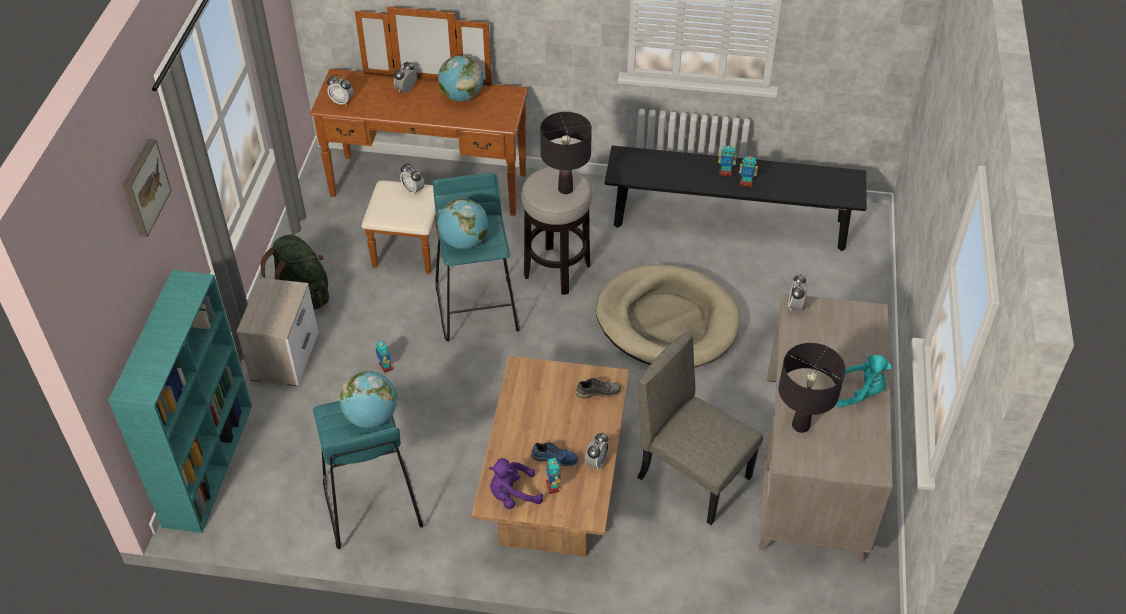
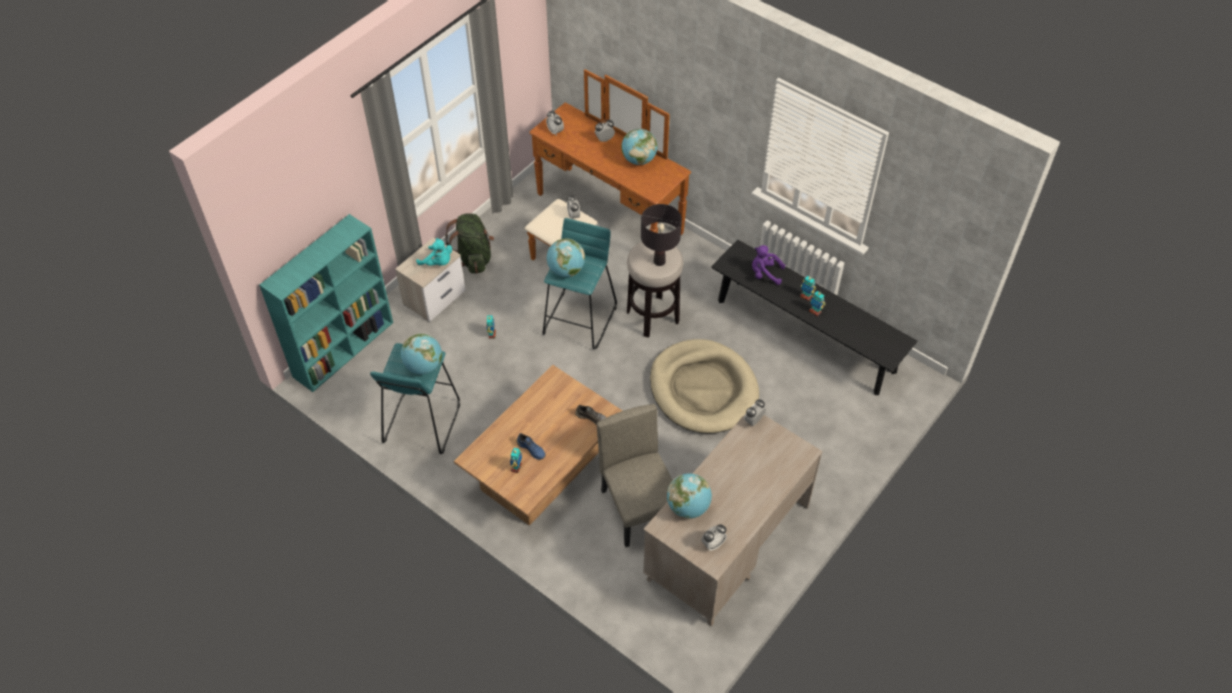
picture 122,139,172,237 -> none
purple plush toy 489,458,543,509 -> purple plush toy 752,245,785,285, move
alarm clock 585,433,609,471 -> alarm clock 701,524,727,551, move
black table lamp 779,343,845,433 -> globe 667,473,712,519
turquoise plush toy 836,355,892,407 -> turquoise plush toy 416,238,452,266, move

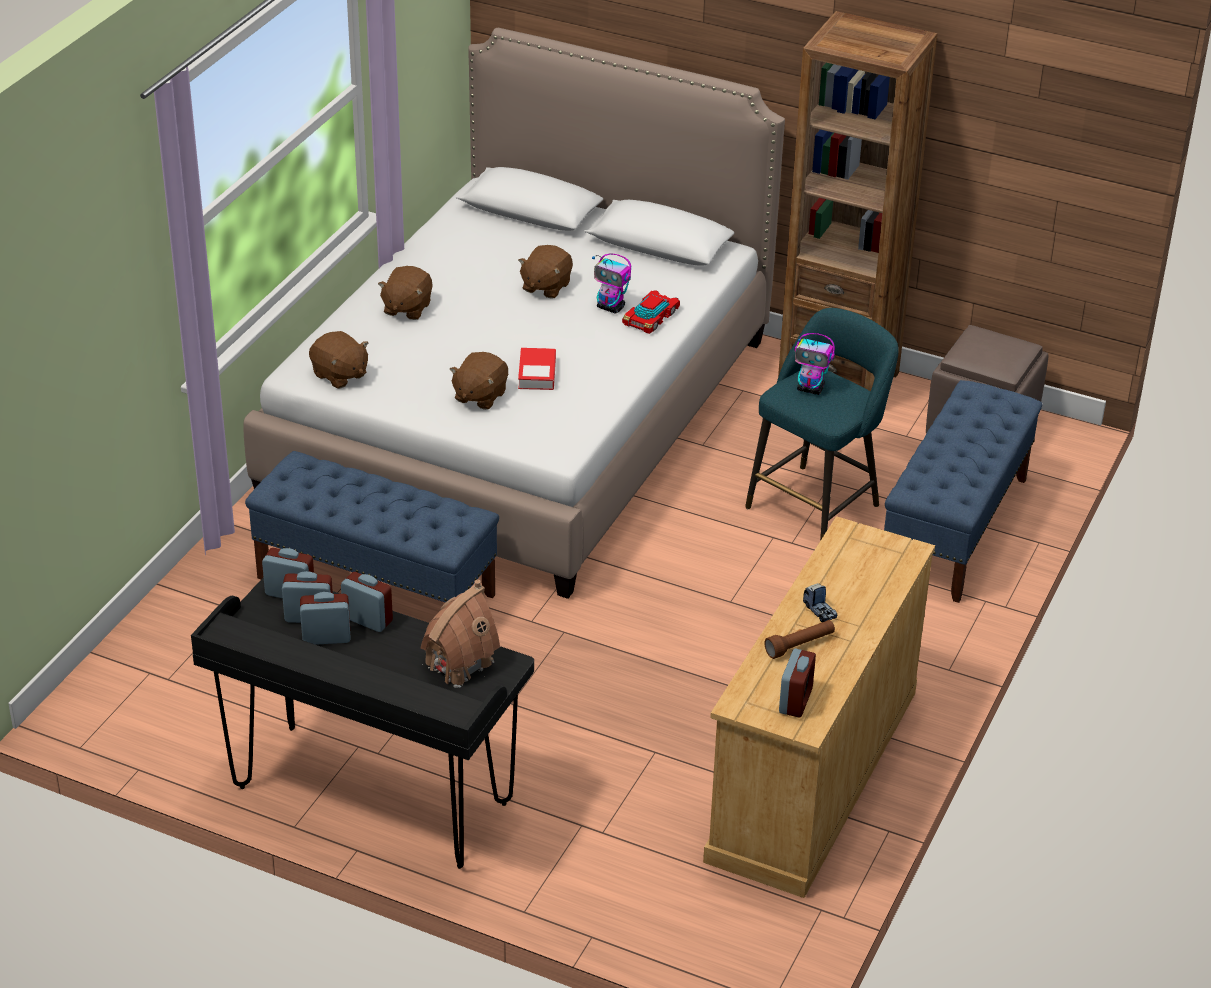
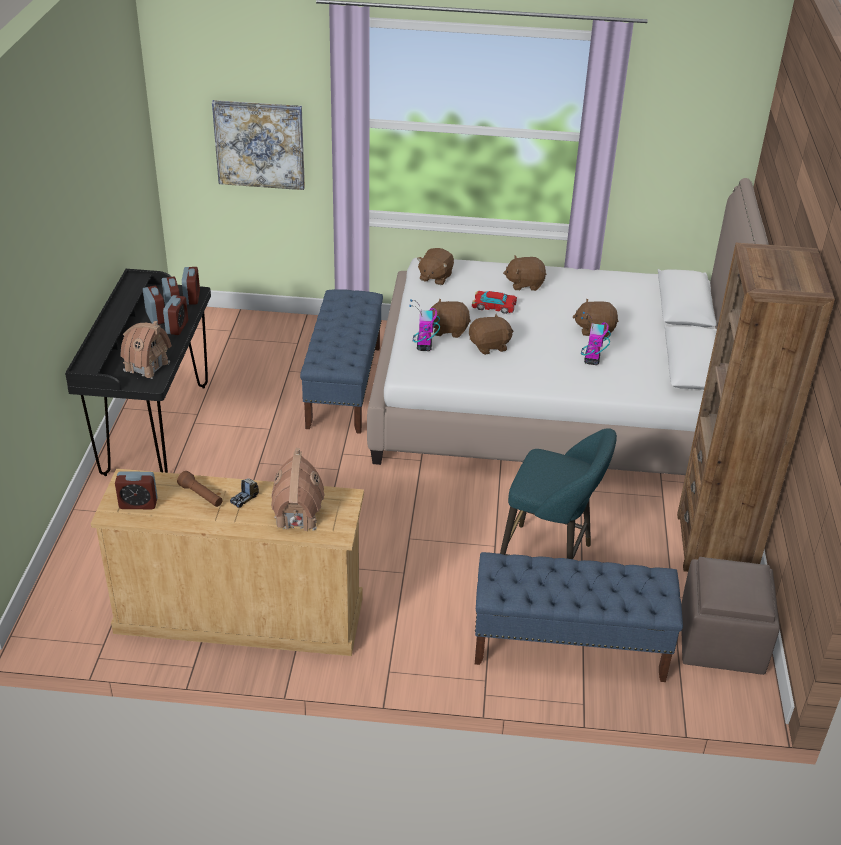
book 518,348,556,390 -> brown plush toy 469,314,514,355
toy car 622,290,680,334 -> toy car 472,291,517,314, move
toy robot 795,333,835,395 -> toy robot 409,299,440,351, move
none -> picture 212,100,305,190
none -> toy house 271,448,325,531

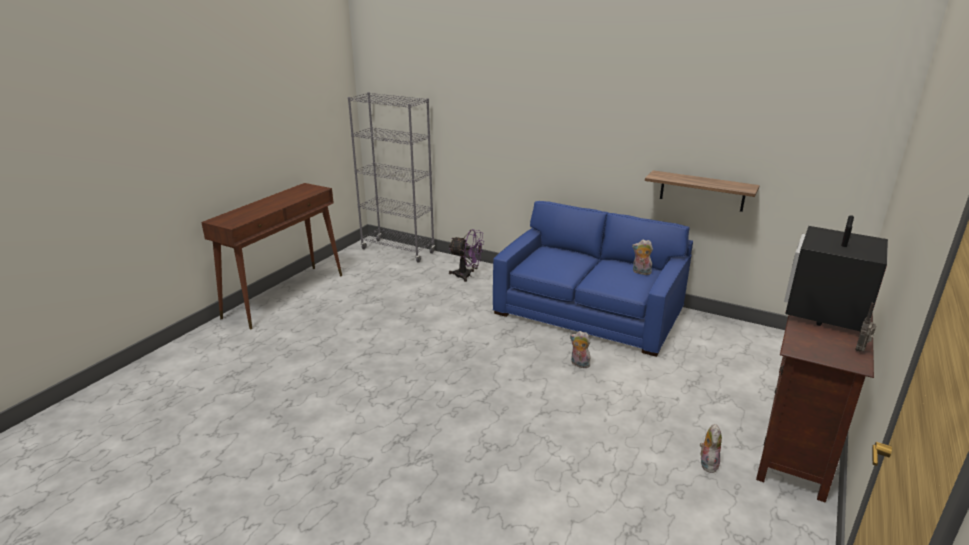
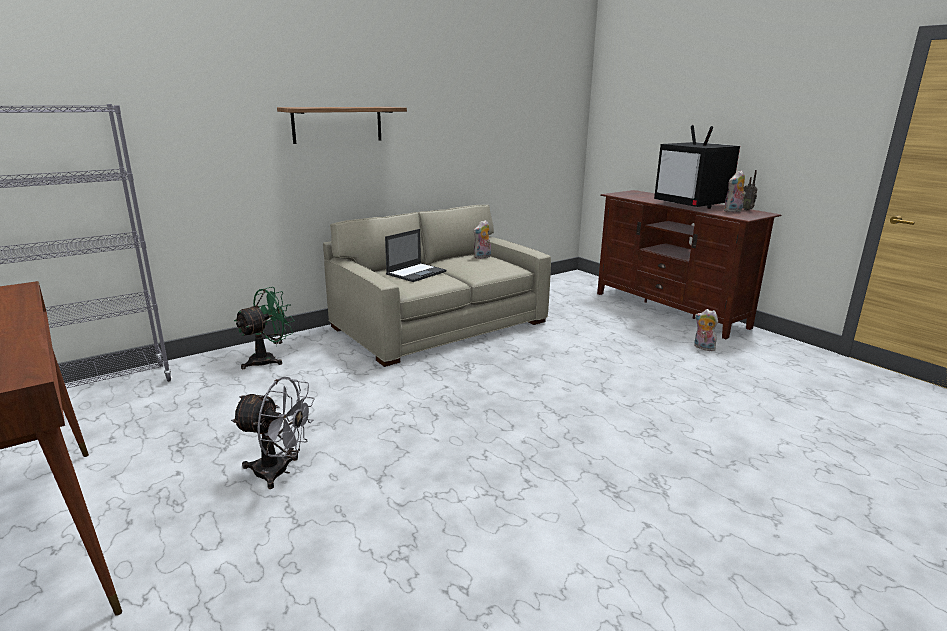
purple fan 449,229,484,282 -> green fan 234,287,295,369
blue sofa 492,201,693,357 -> beige sofa 323,205,551,367
plush toy 570,331,591,368 -> plush toy 723,170,746,212, move
shelf 645,170,760,212 -> shelf 277,107,407,144, move
none -> grey fan 231,377,314,489
none -> laptop 385,229,446,282

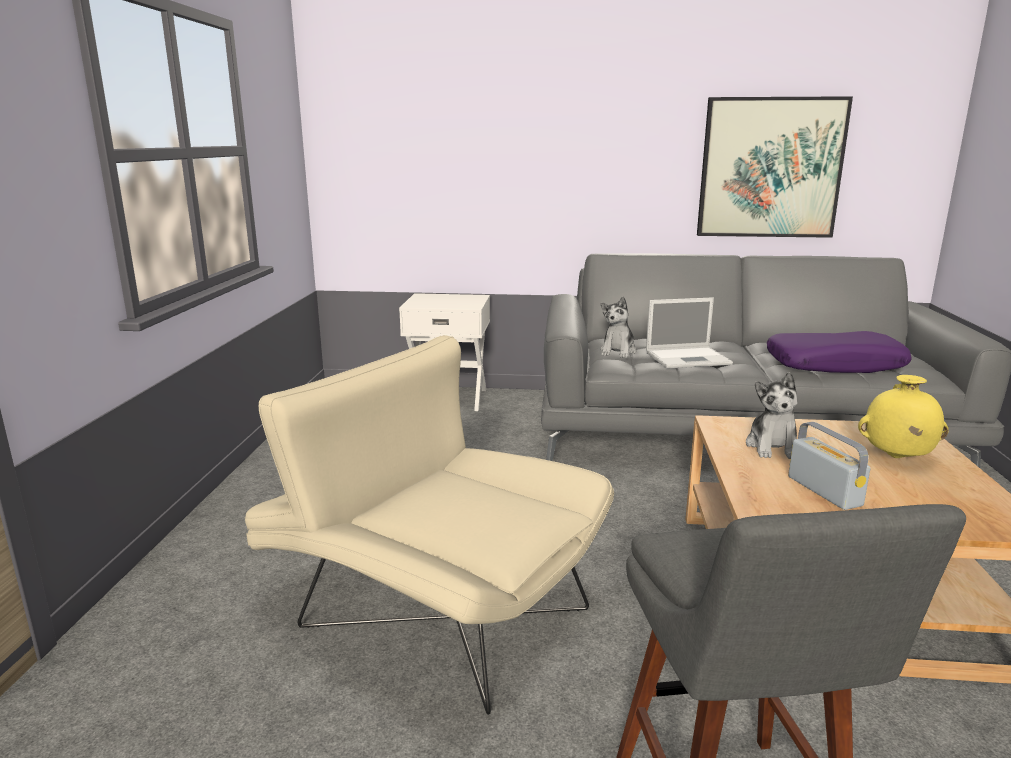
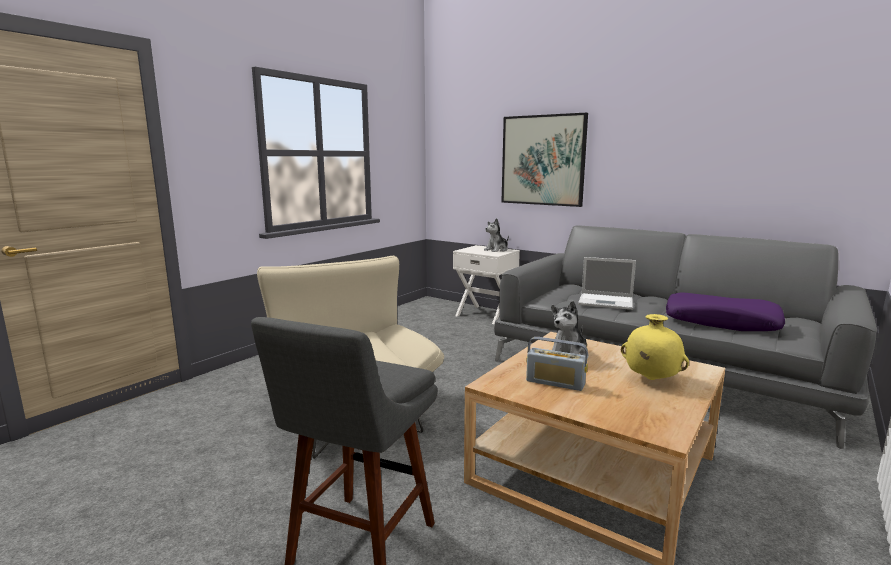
plush toy 601,296,637,358 -> plush toy 484,218,509,252, move
picture 697,96,853,238 -> picture 501,113,588,207, move
radio 788,422,870,510 -> radio 526,337,588,391, 105 degrees clockwise

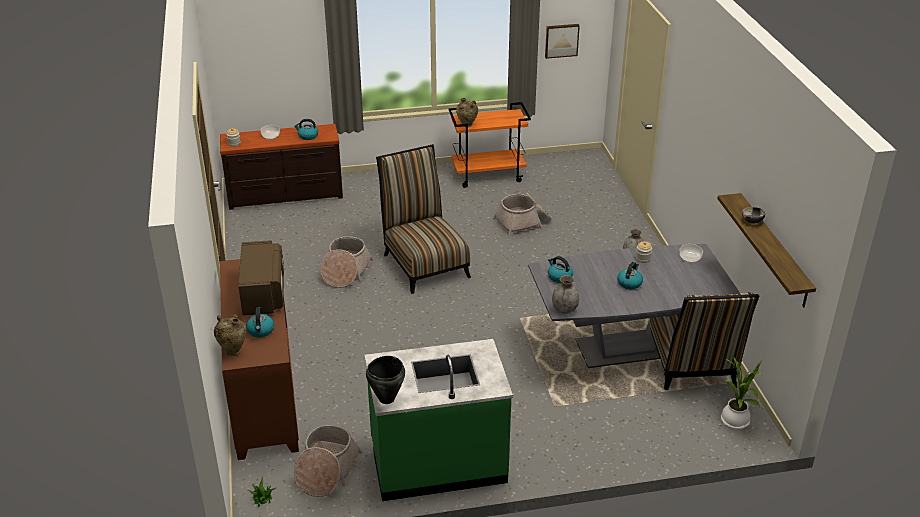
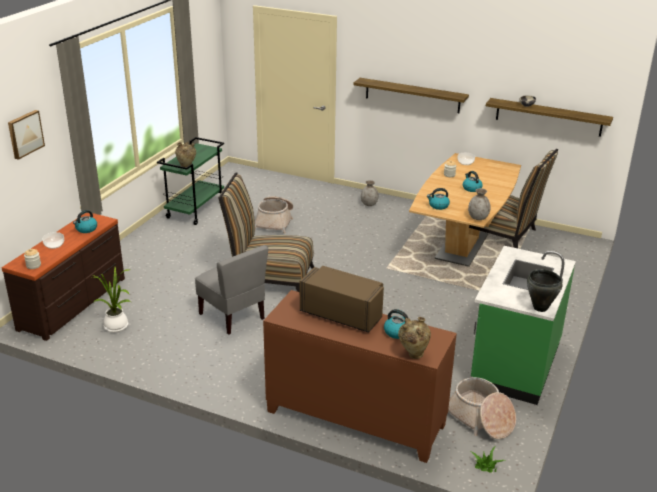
basket 321,236,374,288 -> grey chair 195,245,268,335
orange cart 449,102,531,188 -> green cart 157,137,224,225
grey dining table 528,244,740,368 -> brown dining table 409,153,521,267
picture 545,24,580,59 -> picture 8,110,45,160, move
potted plant 721,357,763,429 -> potted plant 93,267,131,332, move
none -> shelf 353,78,469,113

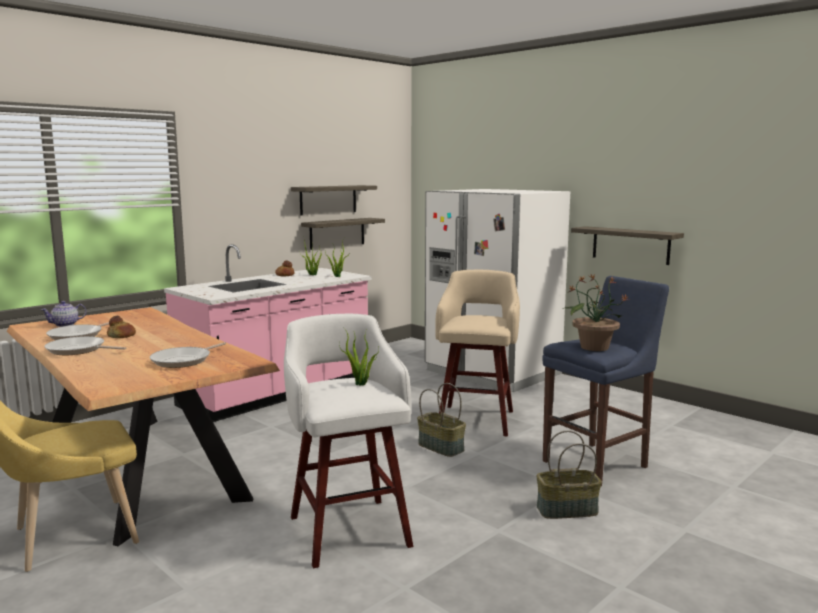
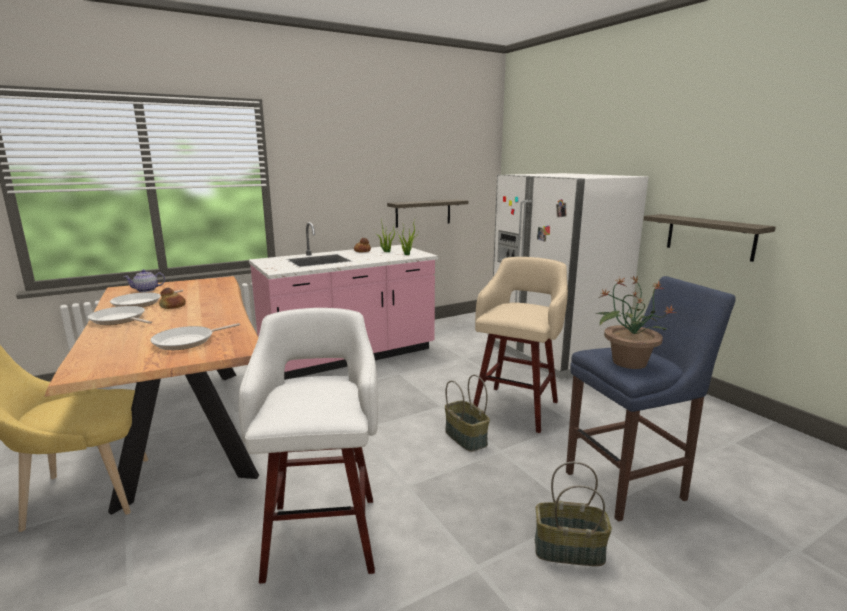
shelf 291,185,377,215 -> none
potted plant 339,327,379,386 -> none

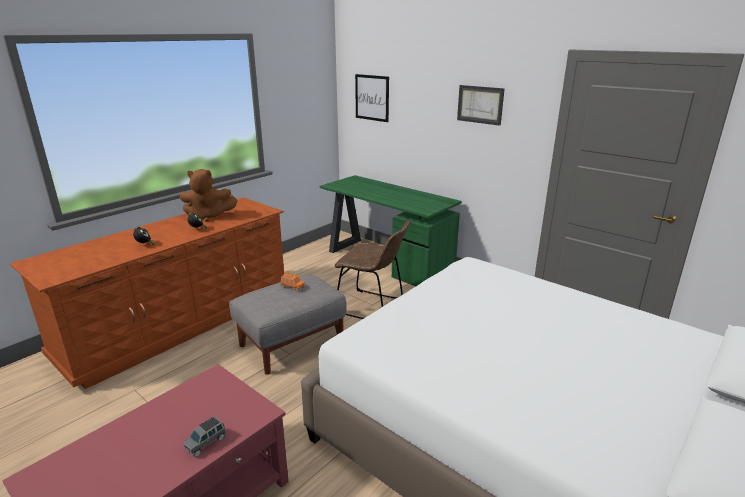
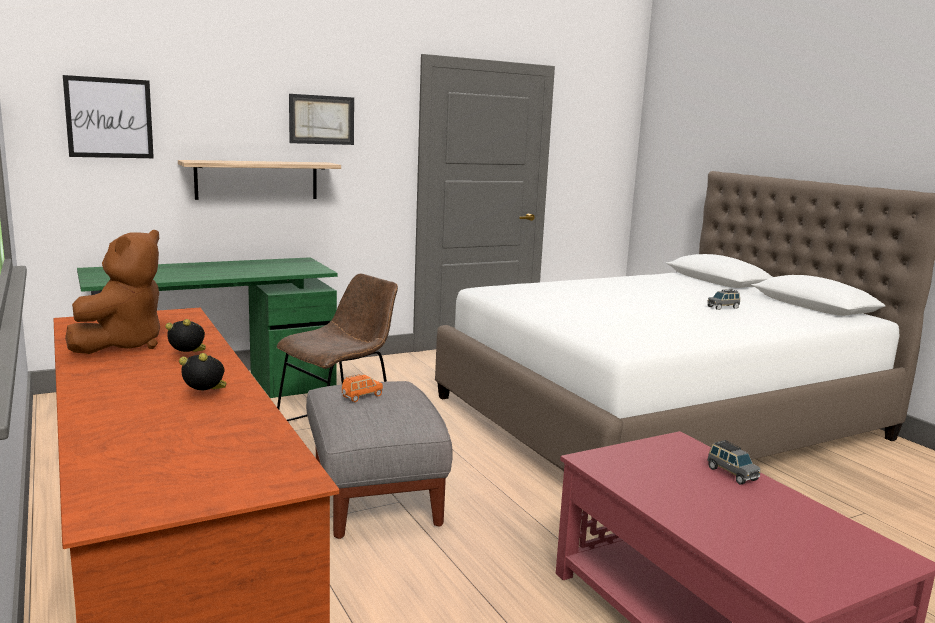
none -> shelf 178,160,341,200
none -> grey toy car 707,289,740,310

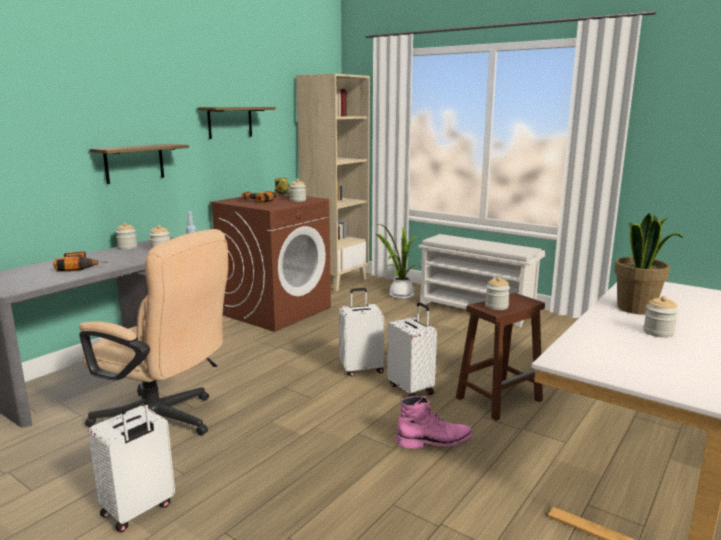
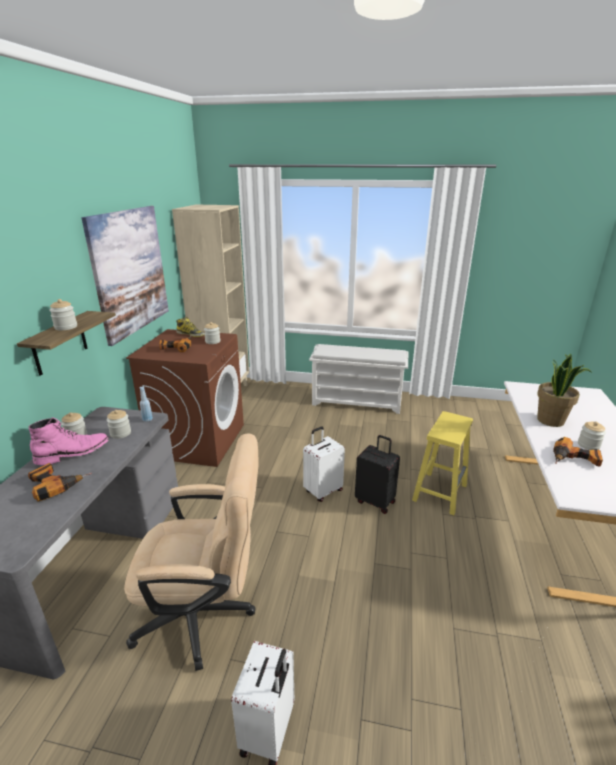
shelf 198,107,276,139 -> picture 82,206,169,346
potted plant 376,224,421,299 -> none
white suitcase 387,302,437,397 -> black suitcase 355,435,400,514
pink boot 396,396,473,448 -> pink boot 29,417,109,465, move
brown stool 456,293,545,421 -> yellow stool 412,411,473,515
jar 485,277,510,310 -> jar 49,299,77,330, move
none -> power drill 553,437,603,467

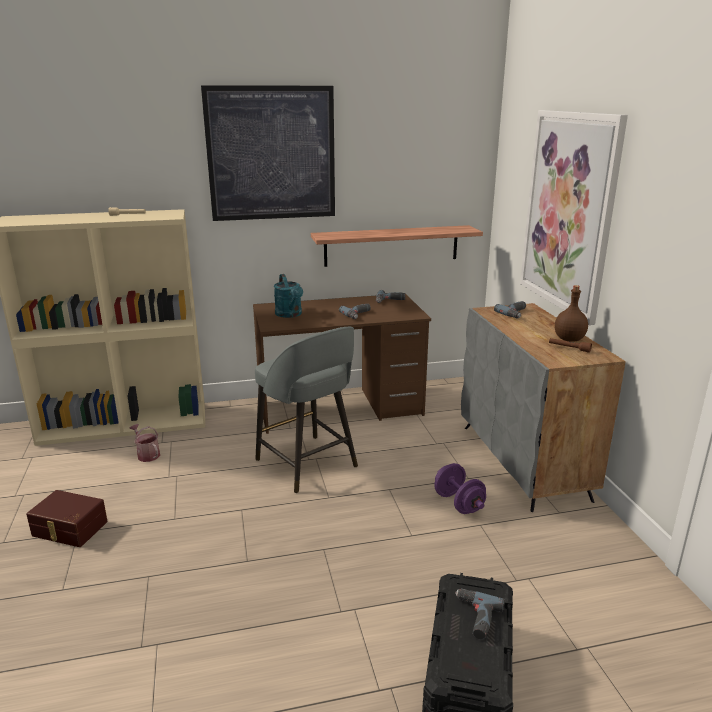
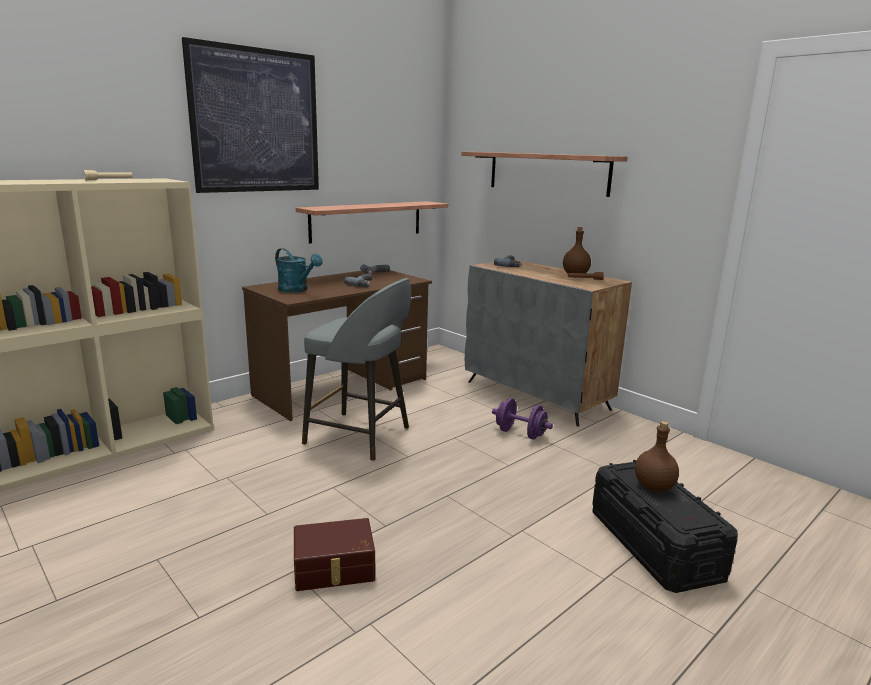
brown storage box 26,490,108,547 -> brown storage box 294,518,375,591, move
watering can 130,424,160,462 -> none
power drill 455,588,505,639 -> brown bottle 635,421,679,492
picture 520,110,628,325 -> shelf 461,152,627,197

